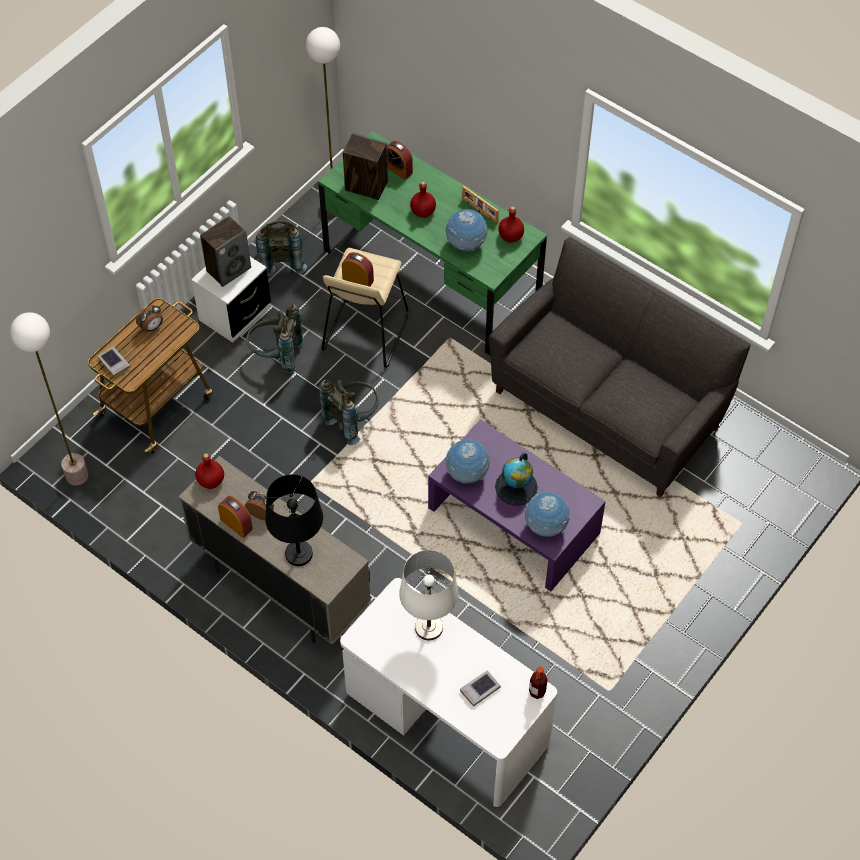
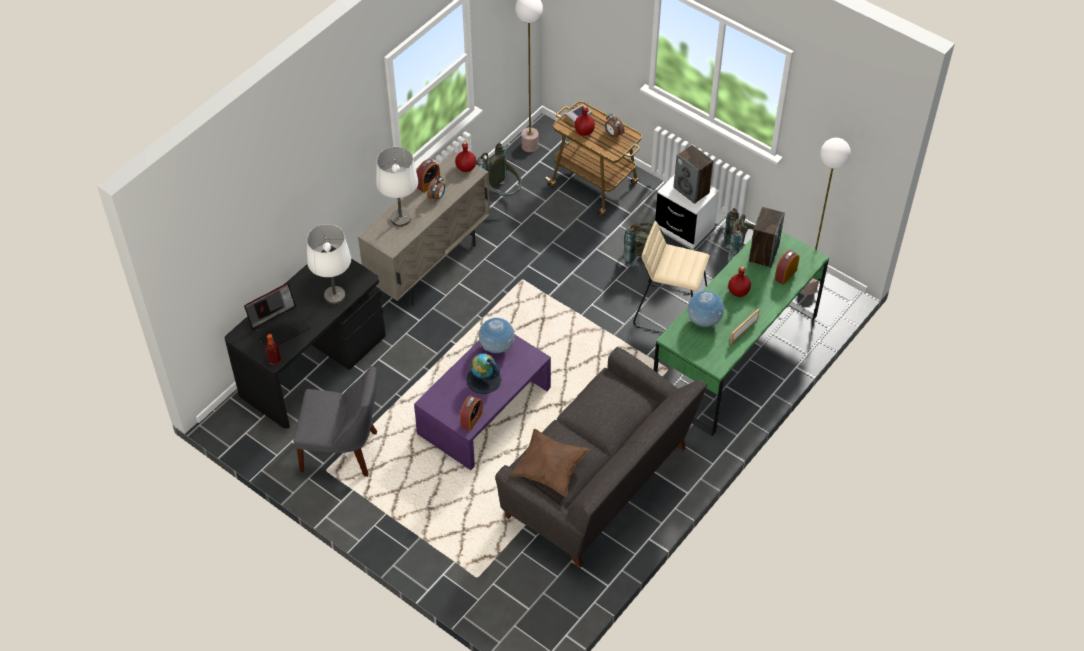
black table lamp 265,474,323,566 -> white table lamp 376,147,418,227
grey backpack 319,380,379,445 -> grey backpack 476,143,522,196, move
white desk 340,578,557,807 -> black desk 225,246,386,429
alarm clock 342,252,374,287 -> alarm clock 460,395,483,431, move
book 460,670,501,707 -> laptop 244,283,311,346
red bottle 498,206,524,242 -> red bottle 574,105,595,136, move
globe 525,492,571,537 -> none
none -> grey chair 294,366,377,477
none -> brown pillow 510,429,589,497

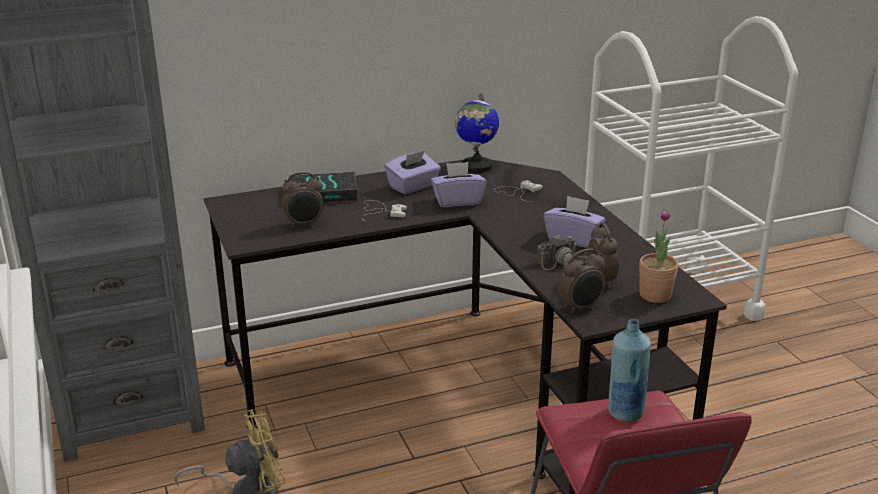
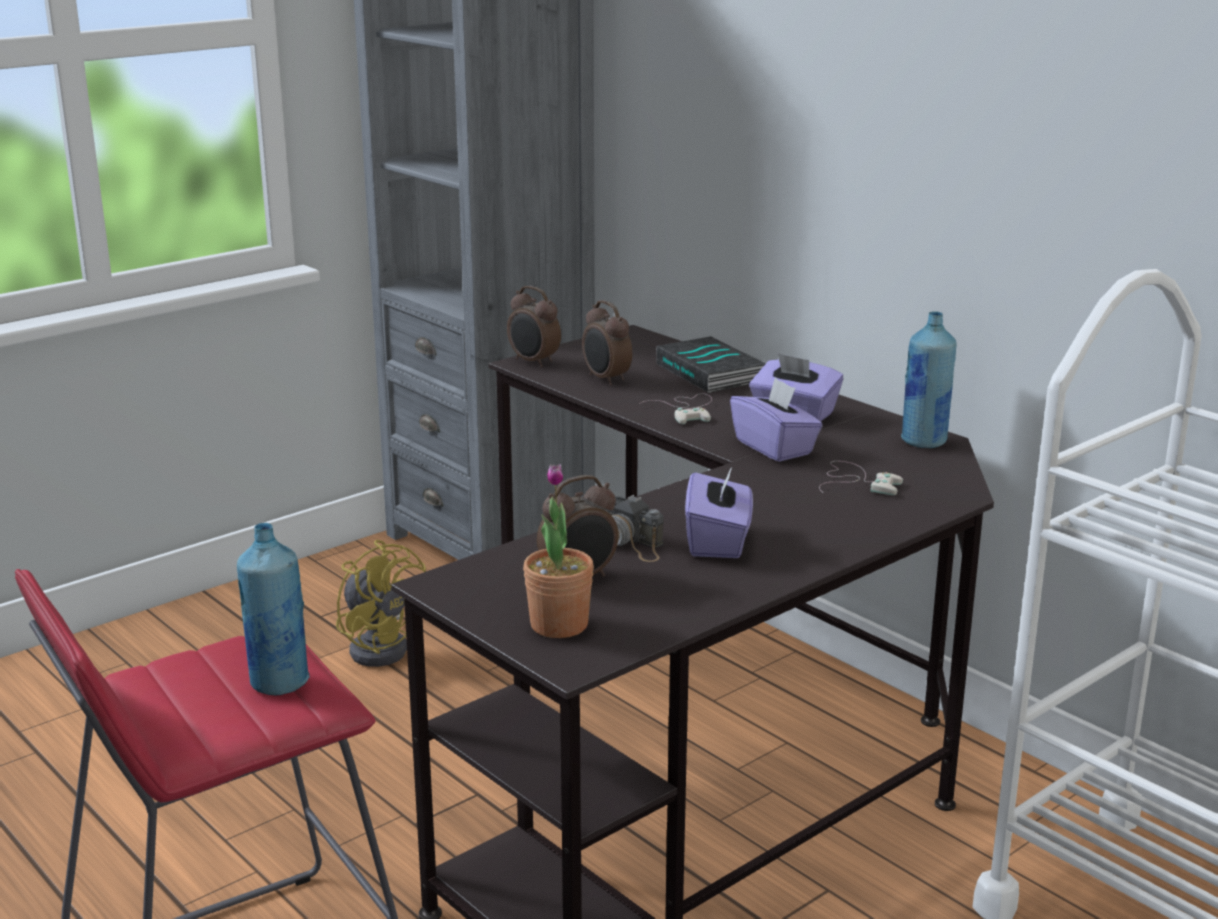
globe 455,93,499,173 -> blue bottle 901,311,957,448
alarm clock 558,248,606,314 -> alarm clock 507,286,561,367, move

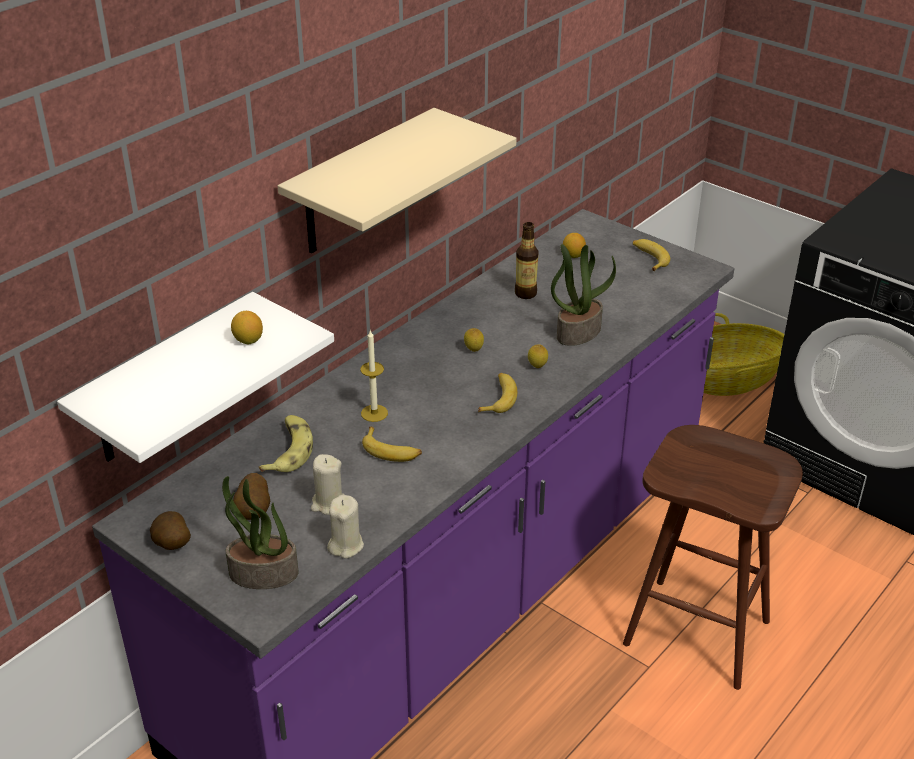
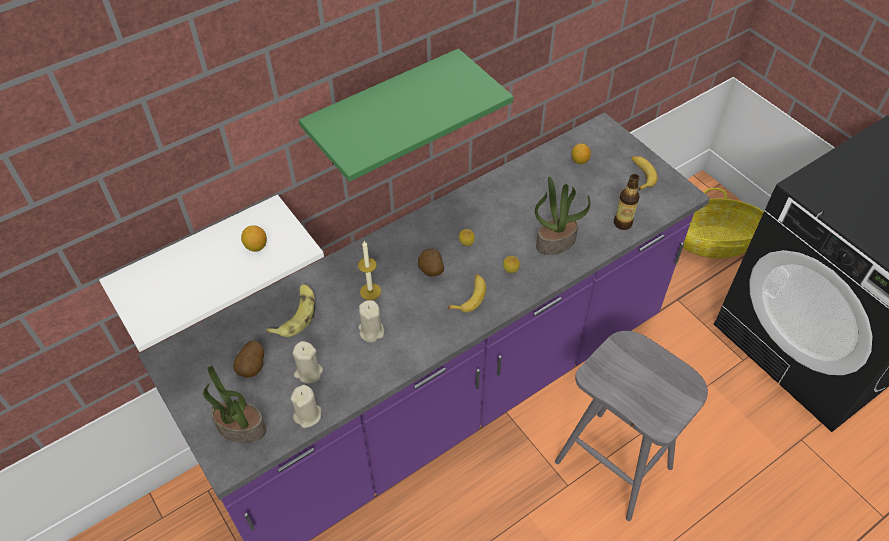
potato 150,511,191,550 -> potato 418,249,444,276, move
beige shelf 278,108,517,254 -> green shelf 299,48,514,182
banana 362,427,422,462 -> beige candle 358,300,384,342
bottle 515,222,539,299 -> bottle 614,174,640,230, move
brown stool 623,425,803,690 -> grey stool 555,331,708,521

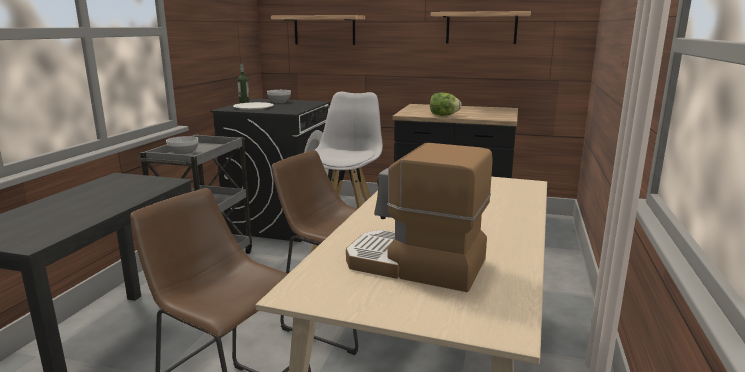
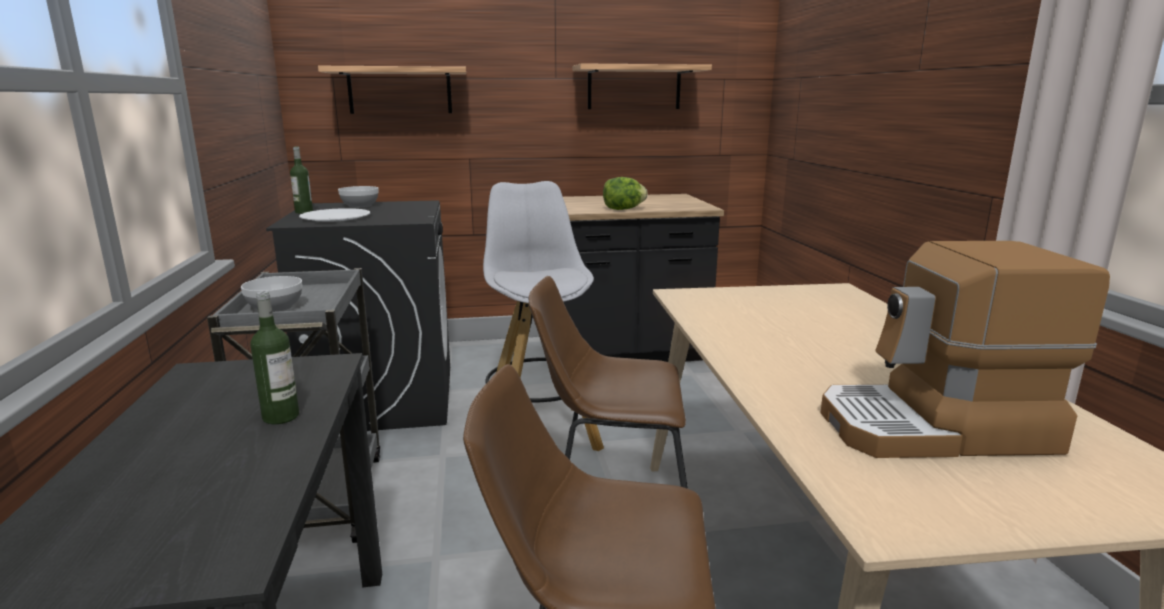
none -> bottle 250,291,299,424

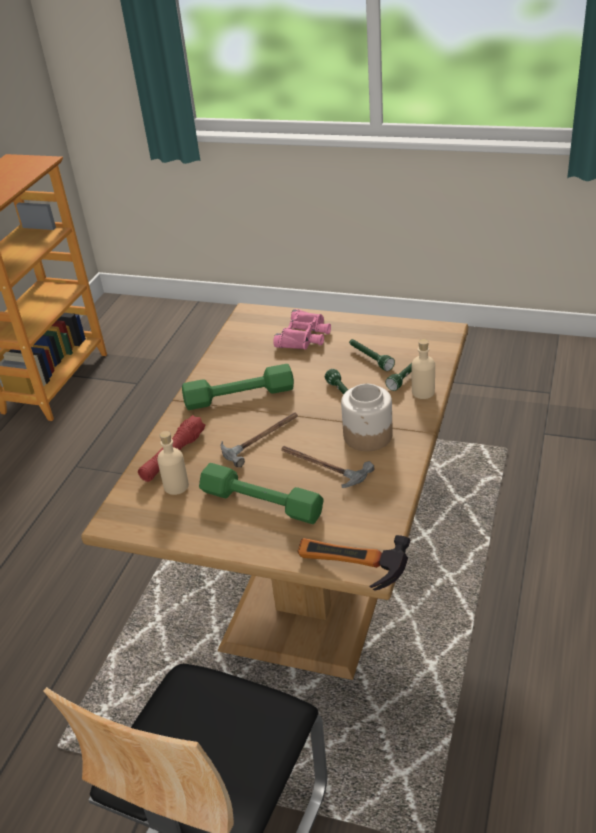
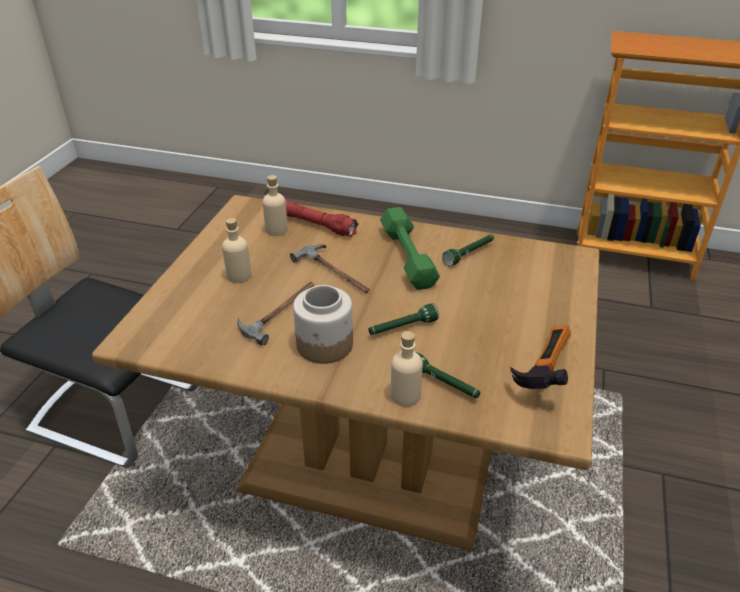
green dumbbell 199,463,324,524 -> beige bottle 222,218,251,283
pink binoculars 273,309,331,350 -> none
hammer 297,535,410,591 -> hammer 510,325,571,389, move
green flashlight 349,339,395,371 -> green flashlight 442,234,494,266, move

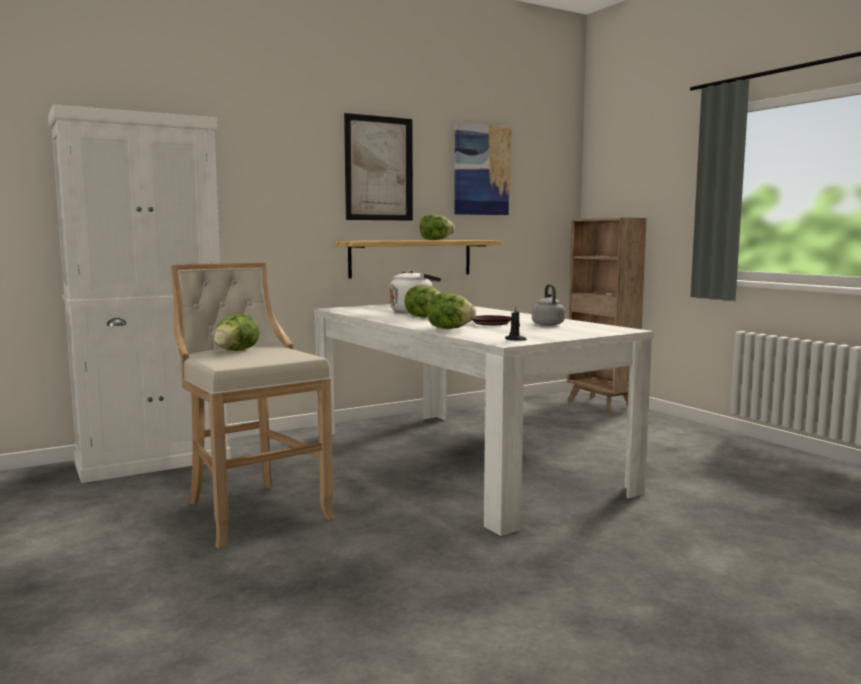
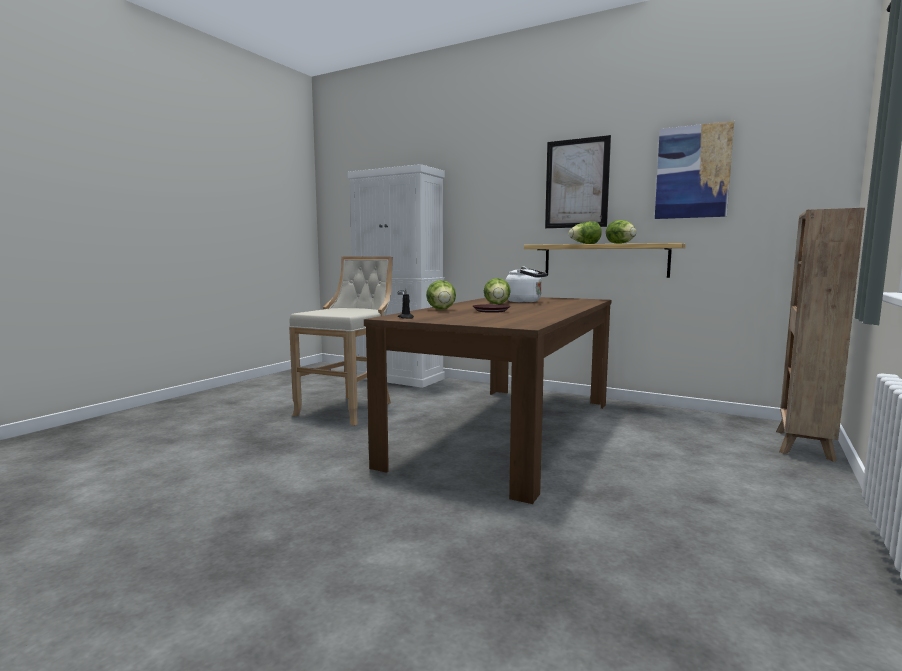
lettuce 213,314,259,351 -> lettuce 568,221,602,244, move
white dining table 313,304,655,536 -> brown dining table 364,297,611,504
grey kettle 532,284,565,326 -> none

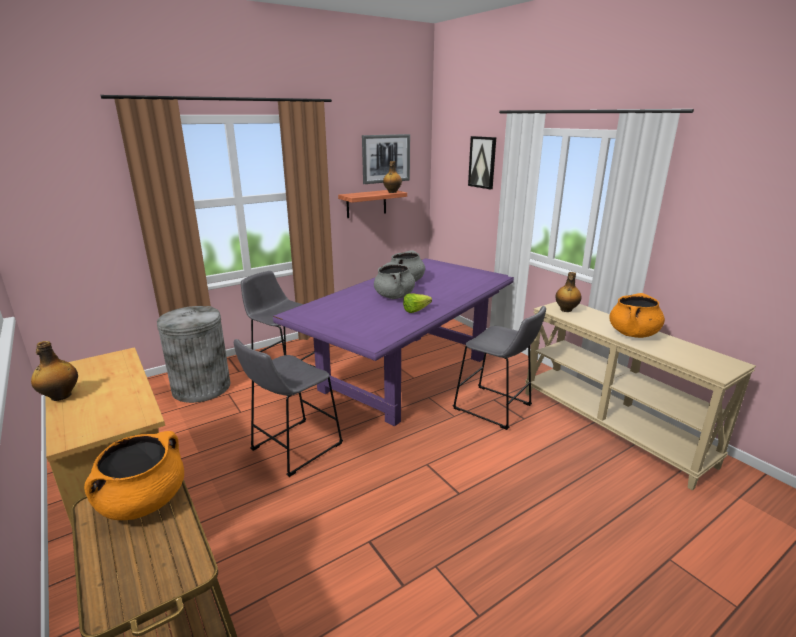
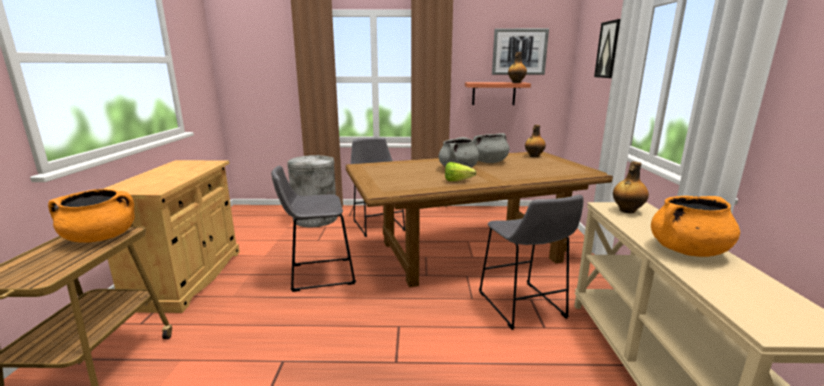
bottle 31,341,78,401 -> bottle 525,125,546,157, move
purple dining table 273,258,514,426 -> brown dining table 346,152,613,287

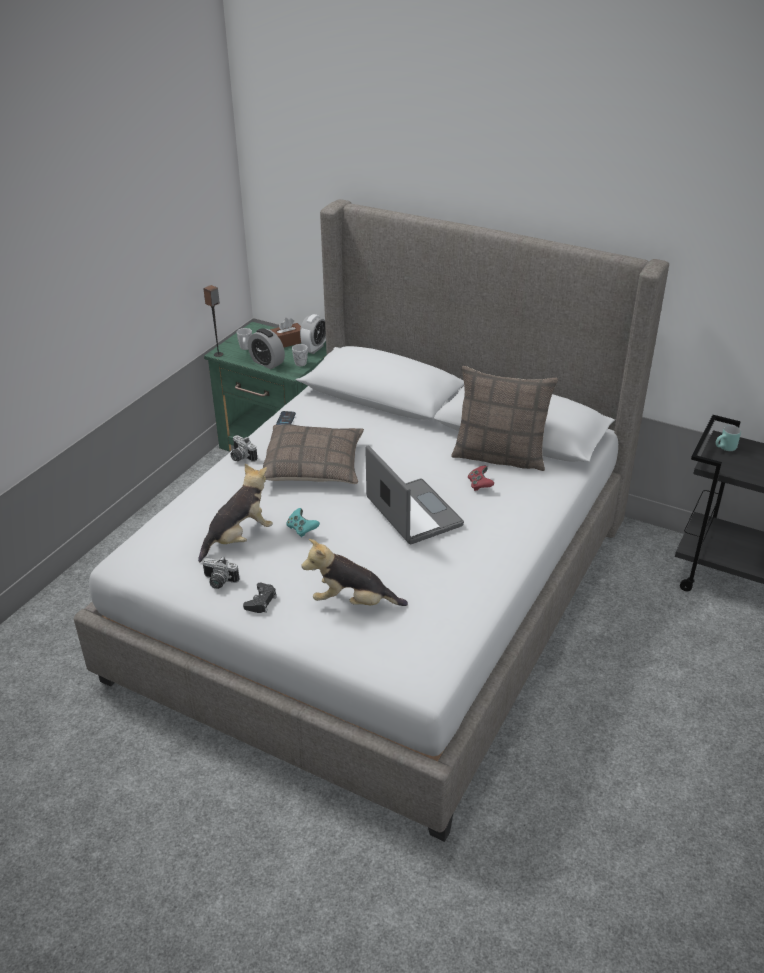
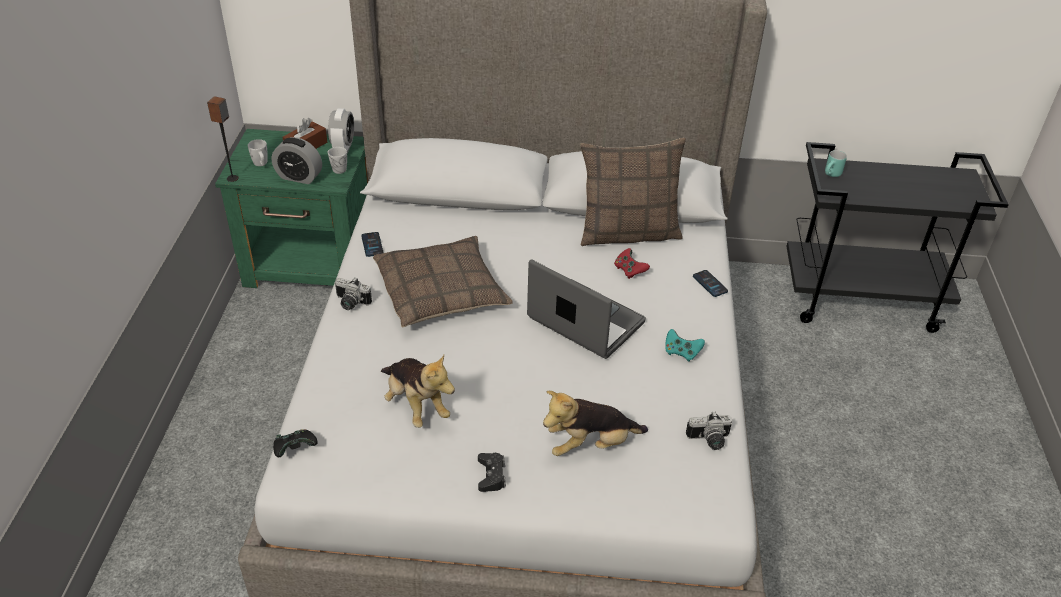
plush toy 198,464,273,562 -> plush toy 381,355,455,428, 120 degrees clockwise
photo camera 202,557,239,589 -> photo camera 686,411,732,450, move
turquoise game controller 286,508,320,537 -> turquoise game controller 665,329,705,362, move
none -> black game controller 273,429,318,457
none -> phone 693,270,728,297

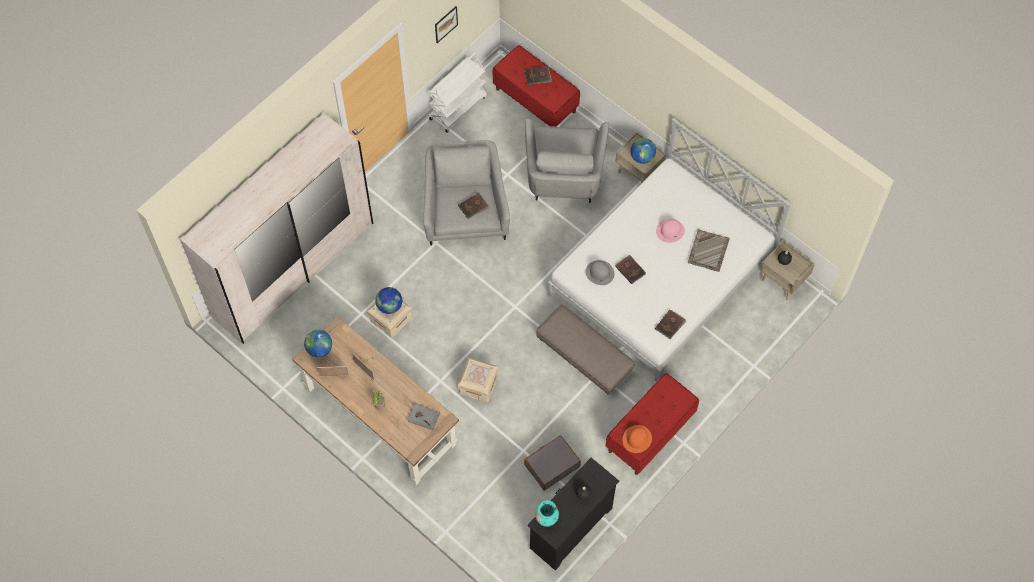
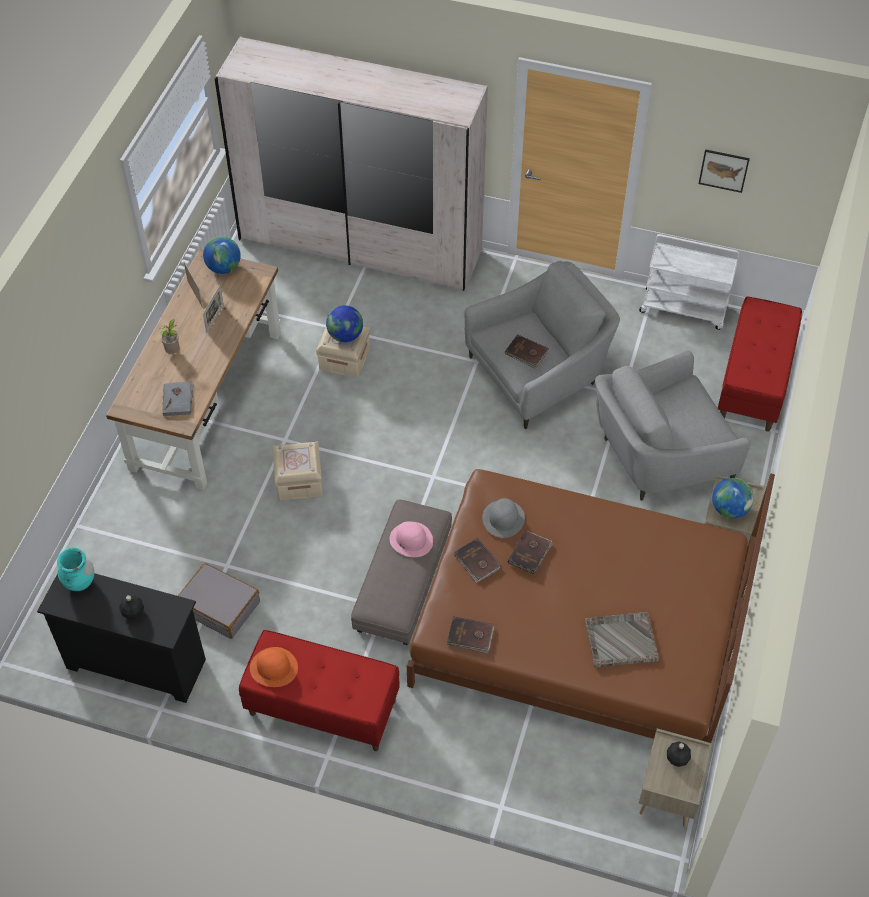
brown book 524,66,552,85 -> brown book 454,538,501,583, move
white bed 547,118,792,382 -> brown bed 407,469,775,743
pink hat 656,219,685,243 -> pink hat 390,521,433,557, move

